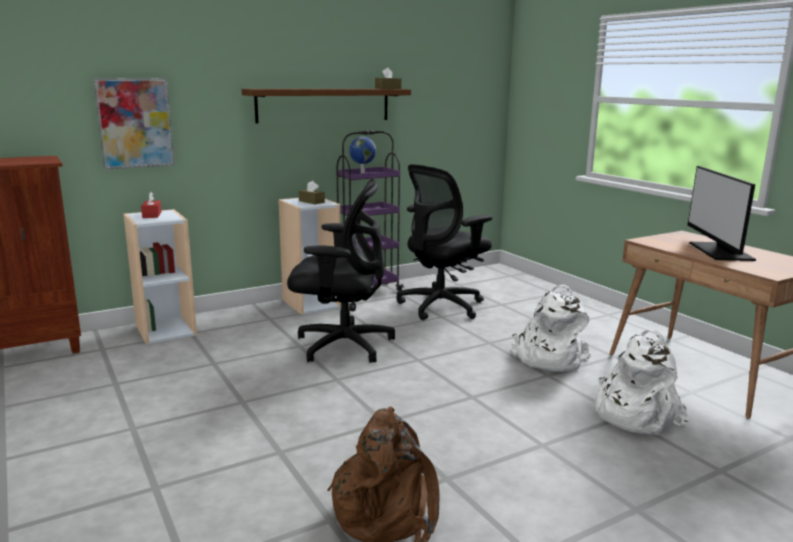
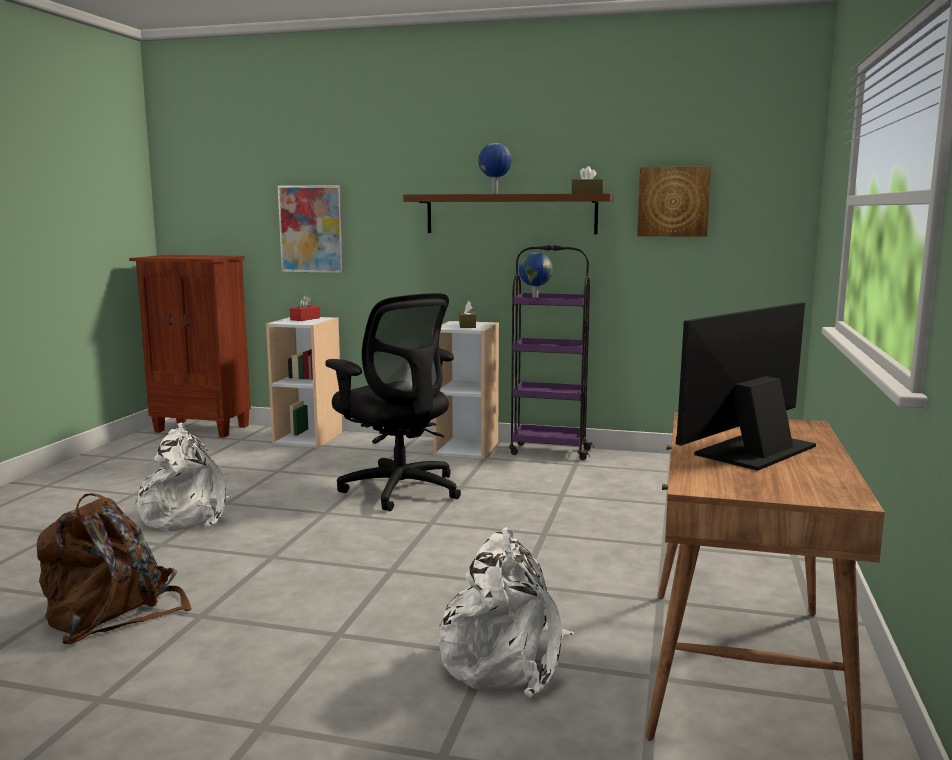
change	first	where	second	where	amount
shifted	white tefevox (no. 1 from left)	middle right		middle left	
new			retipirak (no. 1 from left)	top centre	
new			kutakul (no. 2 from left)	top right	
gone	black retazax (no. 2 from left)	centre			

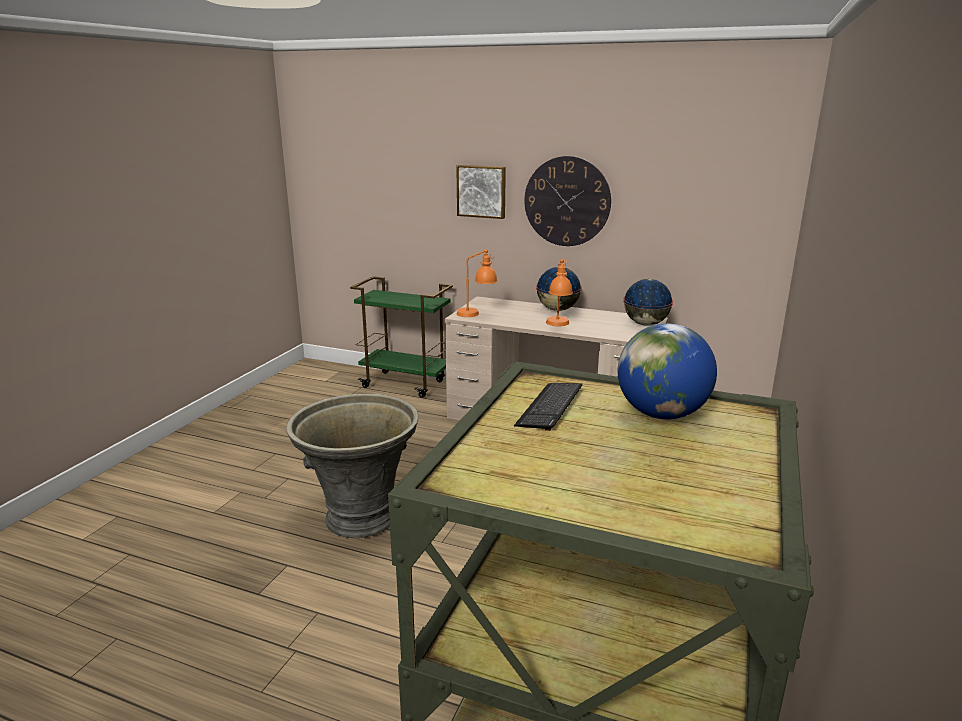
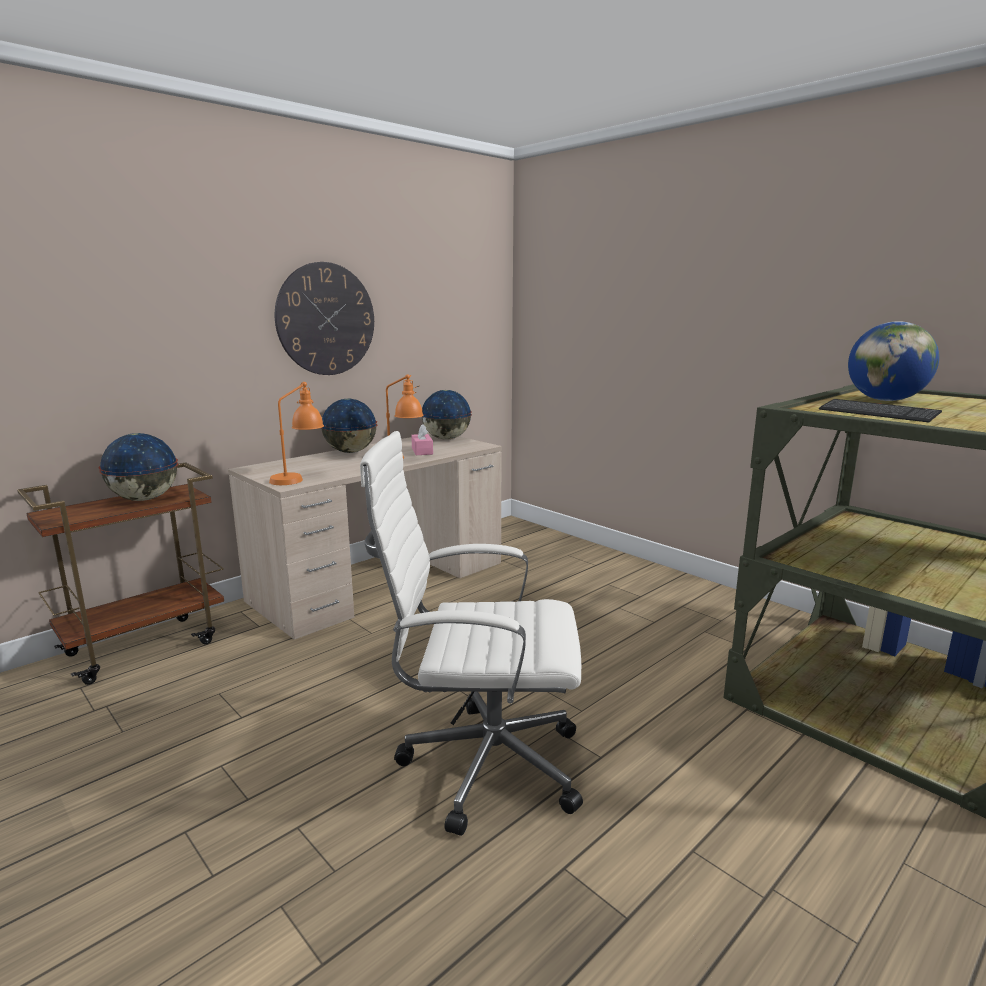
change	first	where	second	where	amount
repainted	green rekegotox	centre	brown rekegotox	middle left	
new			retipirak (no. 1 from left)	middle left	
swapped	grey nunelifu	centre	white retazax	centre	
new			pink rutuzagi	centre	
gone	kutakul	top centre			

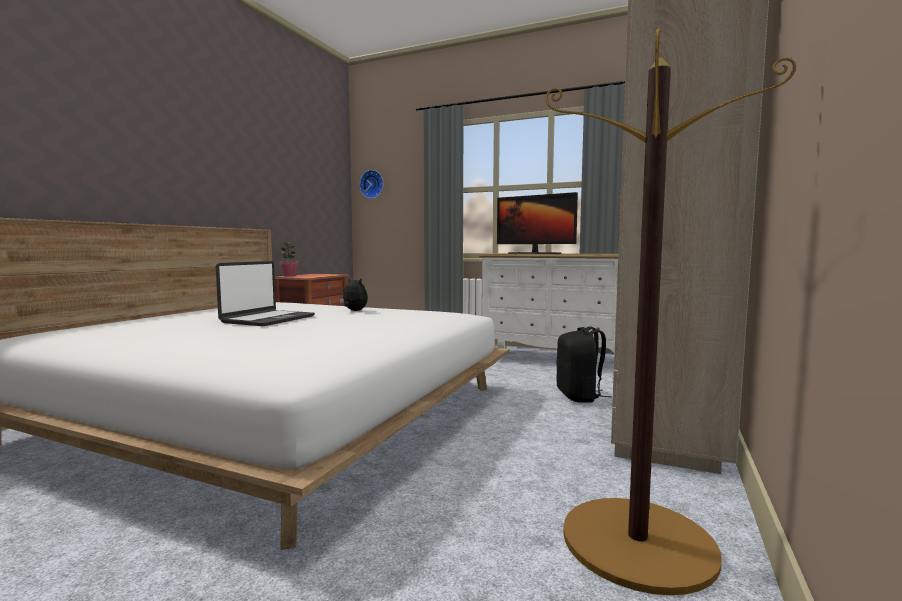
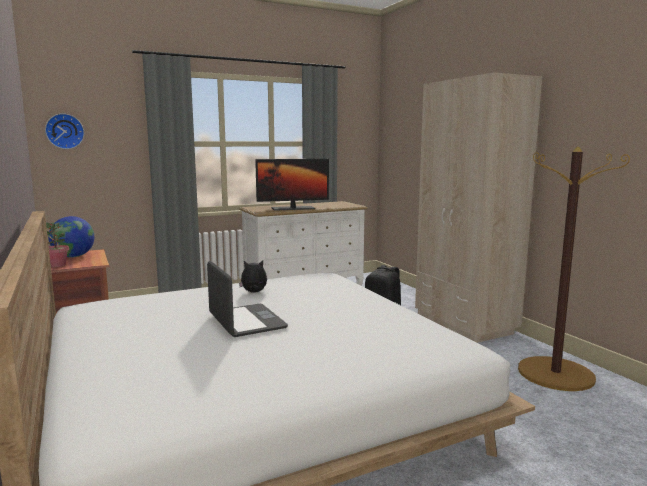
change	first	where	second	where	amount
new			retipirak	middle left	

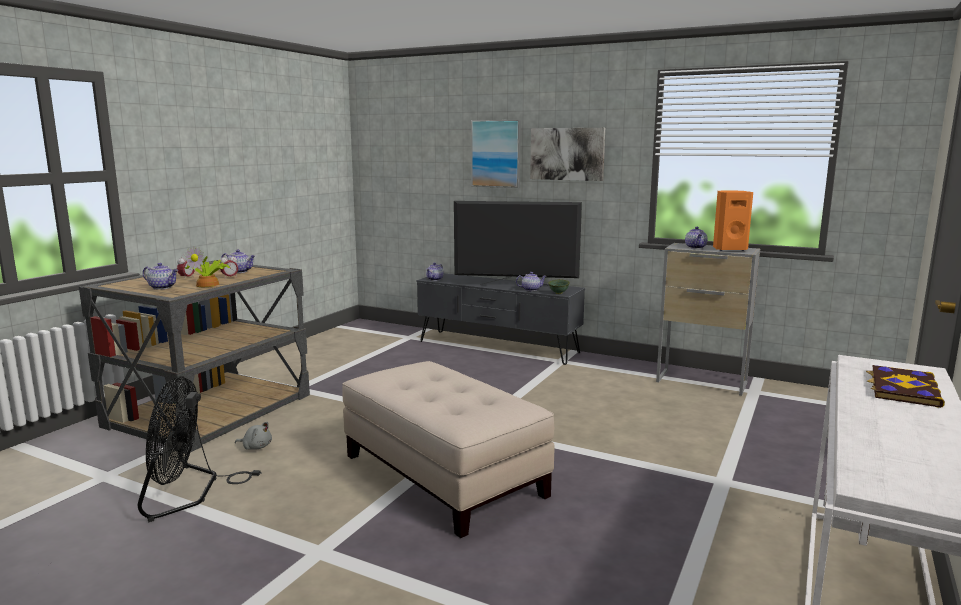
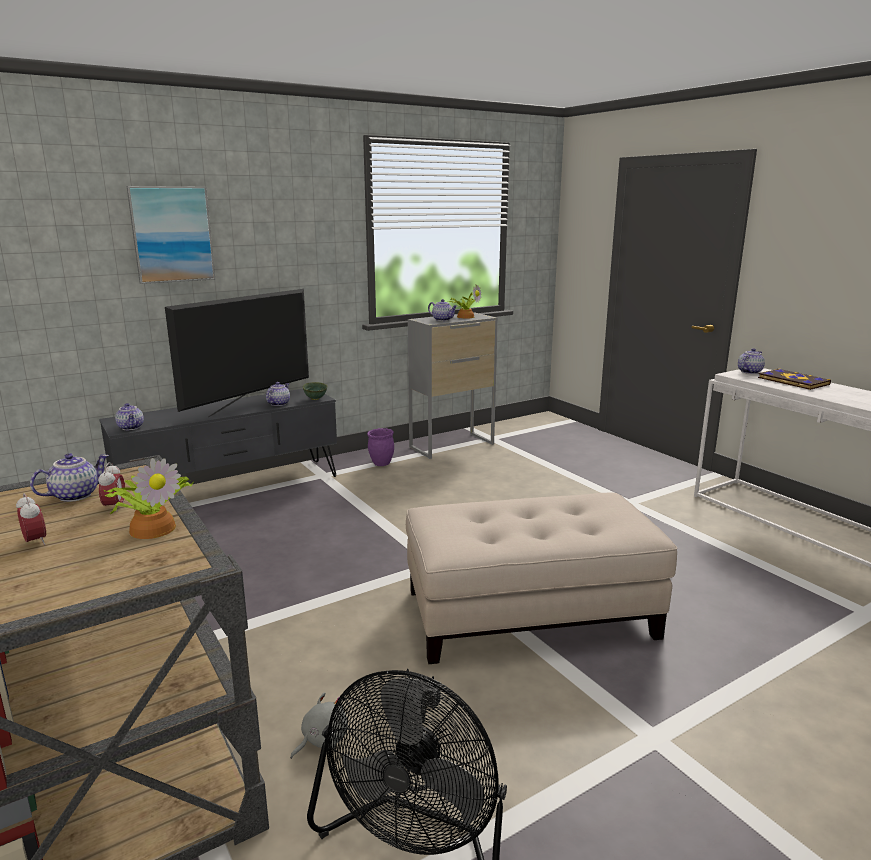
change	first	where	second	where	amount
new			purple nunelifu	centre	
swapped	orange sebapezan	middle right	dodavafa (no. 2 from left)	centre	
shifted	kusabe (no. 1 from left in the first image)	middle left	kusabe (no. 5 from left)	middle right	
gone	kutakul (no. 2 from left)	top centre			

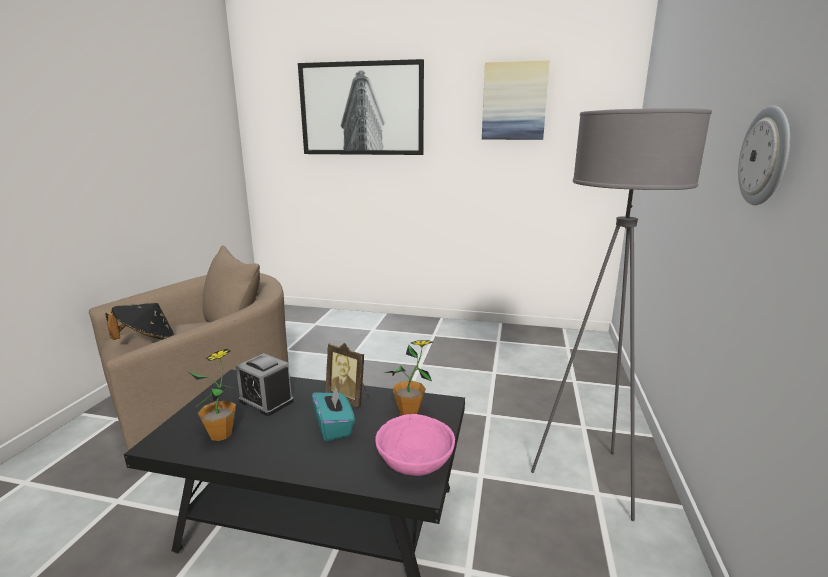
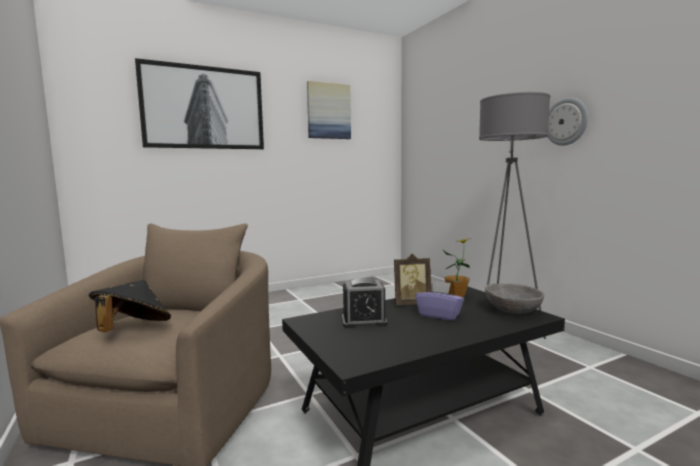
change	first	where	second	where	amount
repainted	turquoise rutuzagi	bottom centre	purple rutuzagi	centre	
repainted	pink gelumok	bottom centre	grey gelumok	middle right	
gone	dodavafa (no. 1 from left)	bottom left			

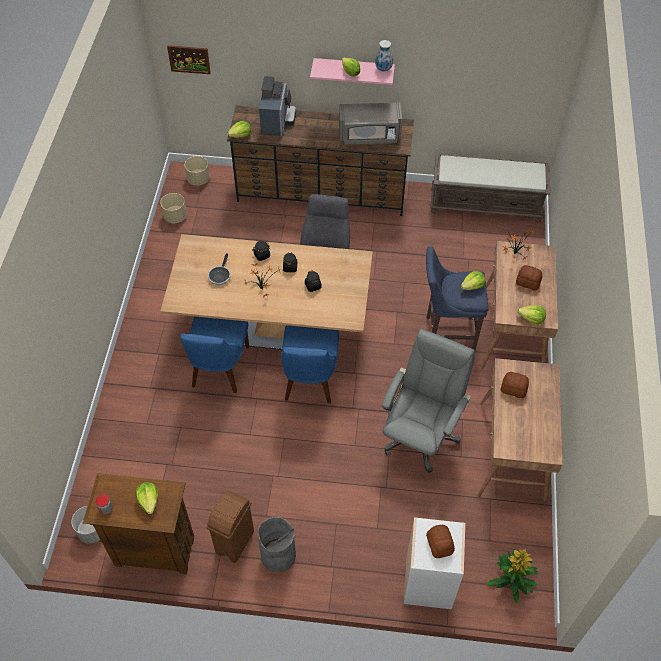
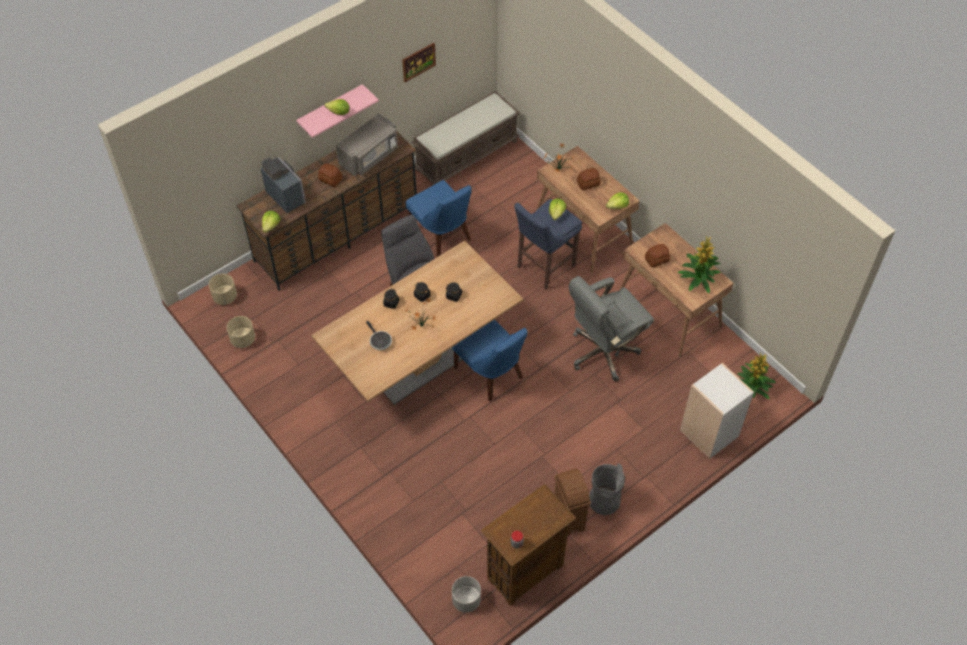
change	first	where	second	where	amount
shifted	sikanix (no. 1 from left)	bottom centre		top centre	
shifted	kutakul	top left		top centre	
shifted	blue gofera (no. 1 from left)	middle left		centre	
rotated	grey retazax	centre		centre	105 degrees counterclockwise
new			dodavafa (no. 3 from left)	middle right	
gone	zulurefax (no. 1 from left)	bottom left			
gone	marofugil	top centre			

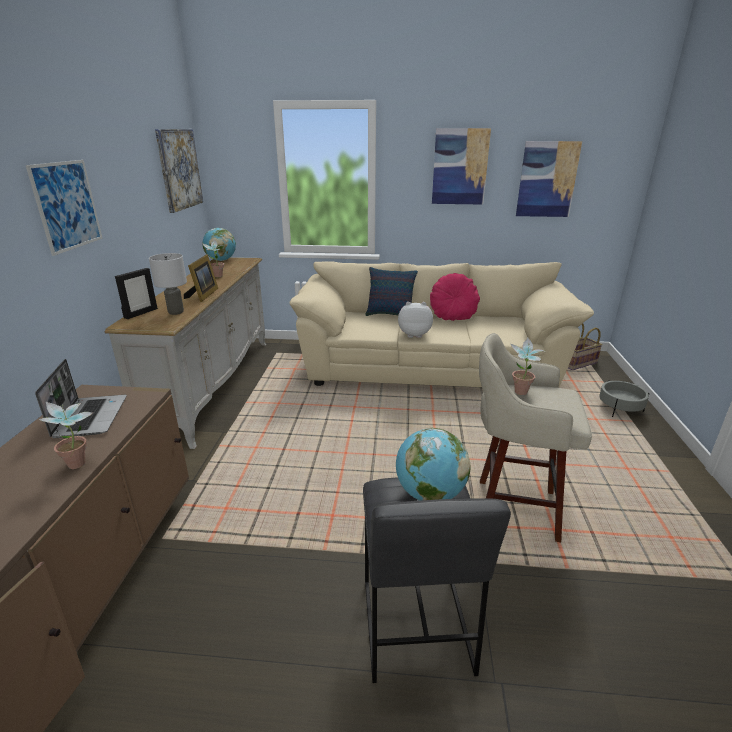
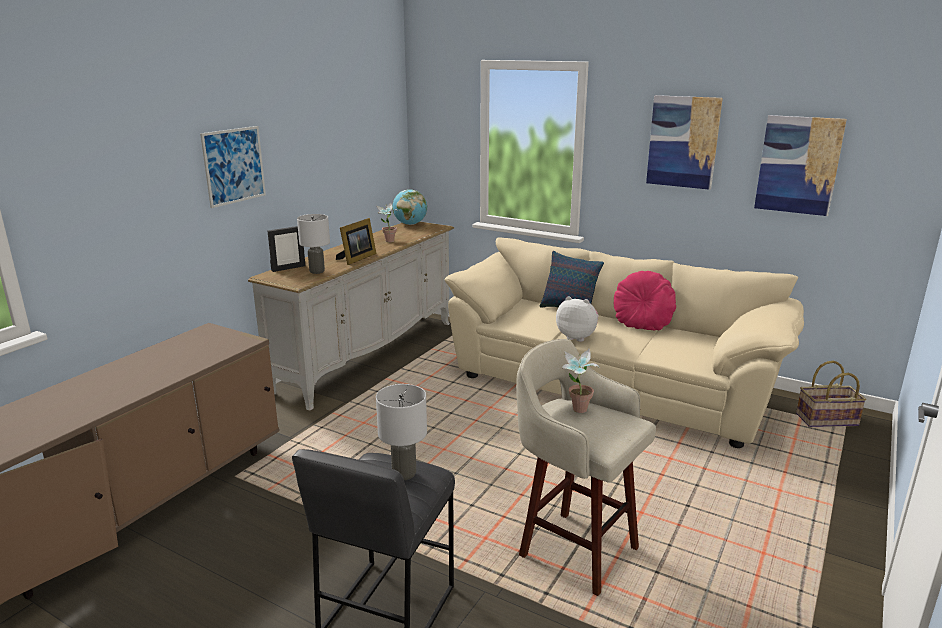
change	first	where	second	where	amount
swapped	retipirak (no. 2 from left)	centre	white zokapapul (no. 2 from left)	bottom centre	
gone	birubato	middle left			
gone	dodavafa (no. 1 from left)	middle left			
gone	kutakul (no. 2 from left)	top left			
gone	grey nunelifu	middle right			

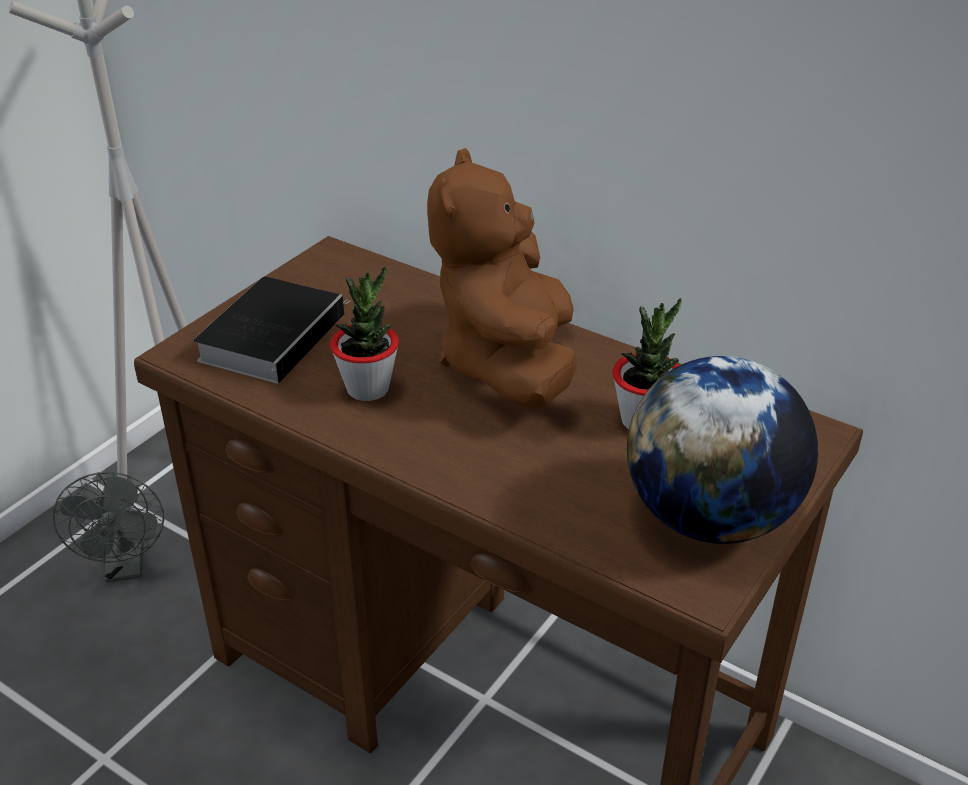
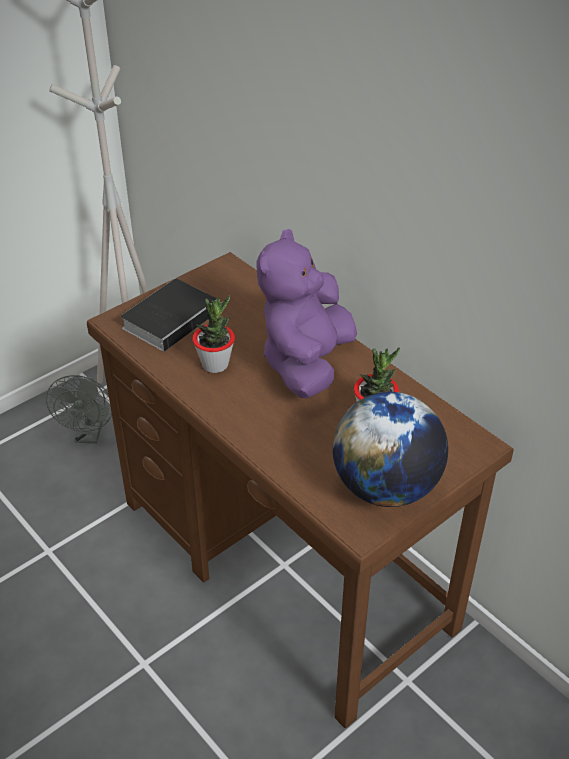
change	first	where	second	where	amount
repainted	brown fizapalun	centre	purple fizapalun	centre	

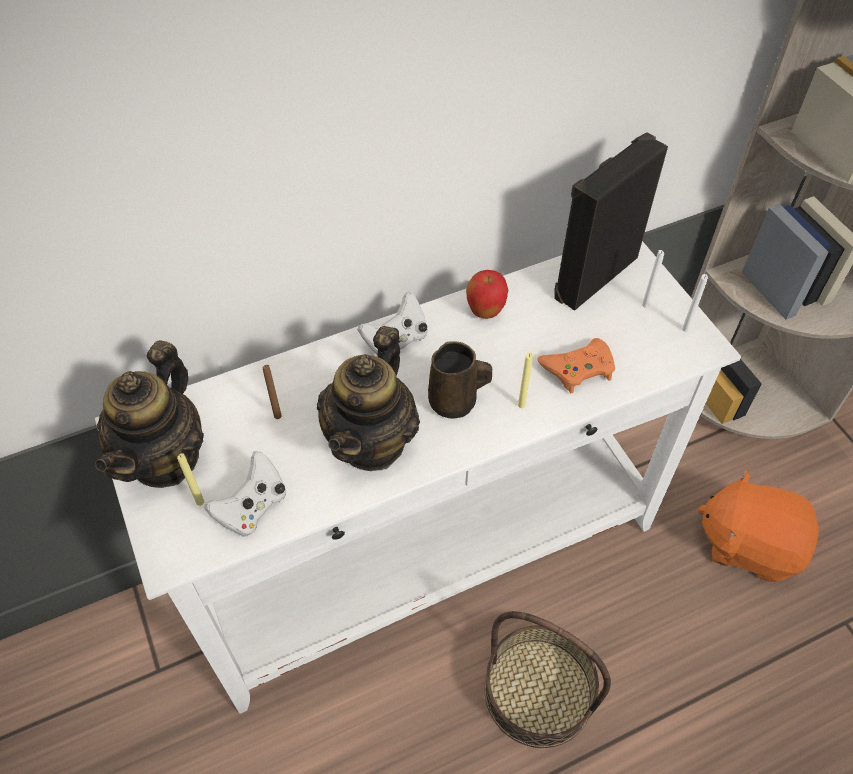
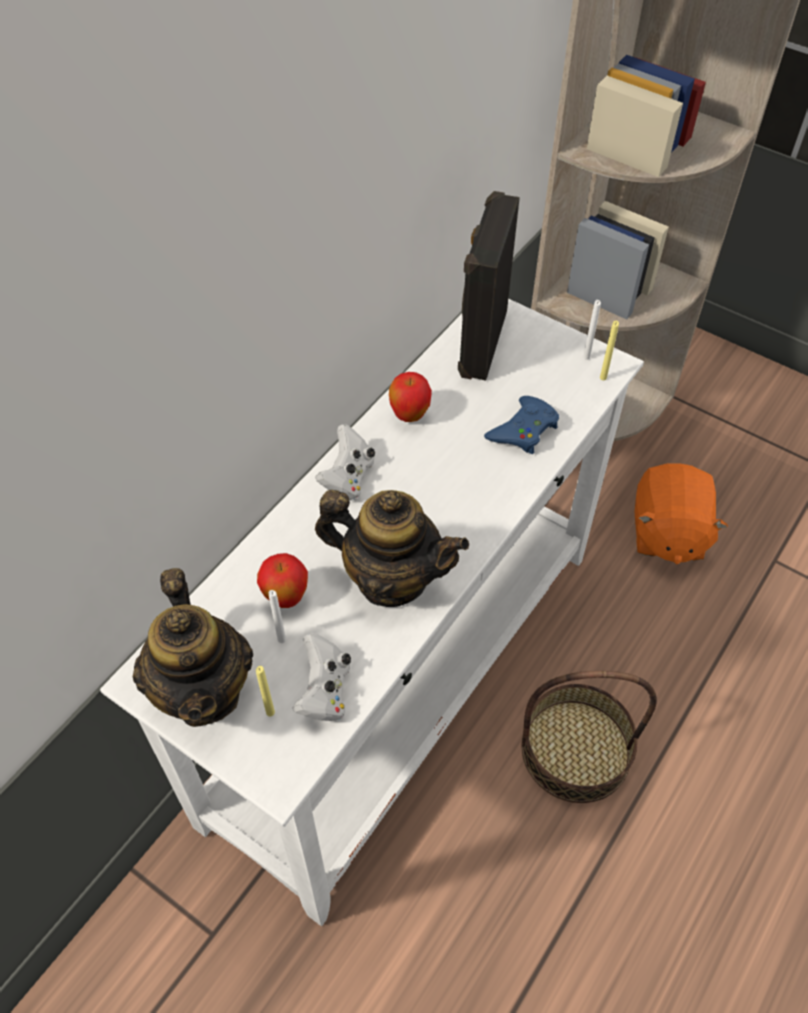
change	first	where	second	where	amount
swapped	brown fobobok	middle left	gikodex (no. 1 from left)	centre	
shifted	white fobobok (no. 1 from left)	middle right		centre	
rotated	kusabe (no. 2 from left)	centre		centre	60 degrees counterclockwise
repainted	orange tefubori	middle right	blue tefubori	centre	
shifted	yellow fobobok (no. 2 from left)	centre		middle right	
rotated	orange fizapalun	bottom right		middle right	75 degrees counterclockwise
gone	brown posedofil	centre			

